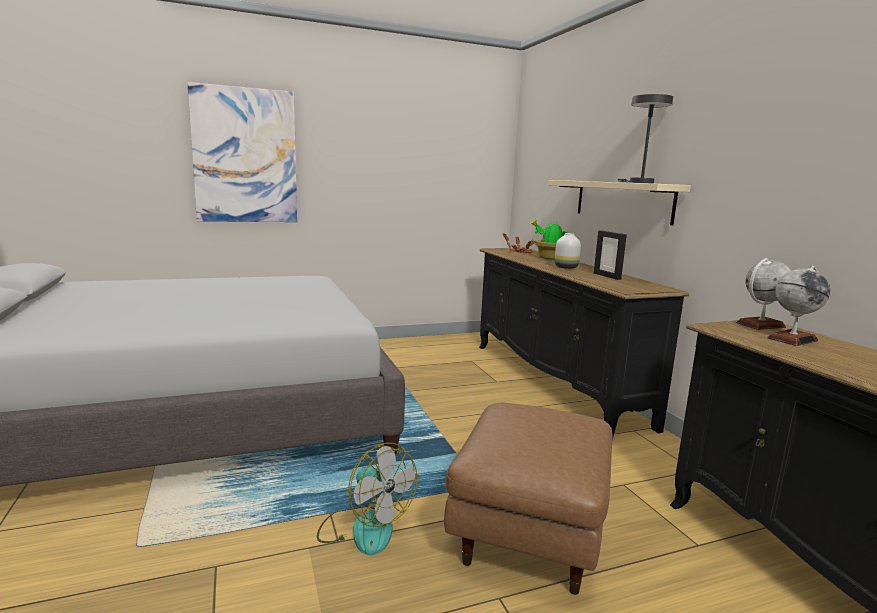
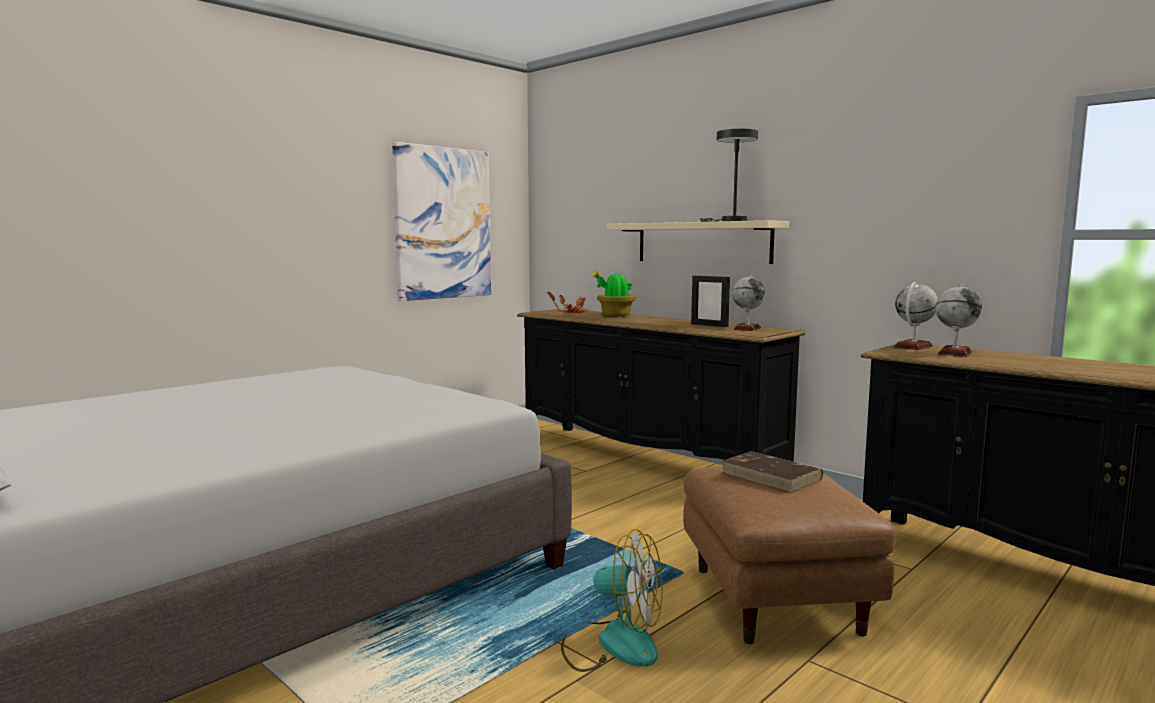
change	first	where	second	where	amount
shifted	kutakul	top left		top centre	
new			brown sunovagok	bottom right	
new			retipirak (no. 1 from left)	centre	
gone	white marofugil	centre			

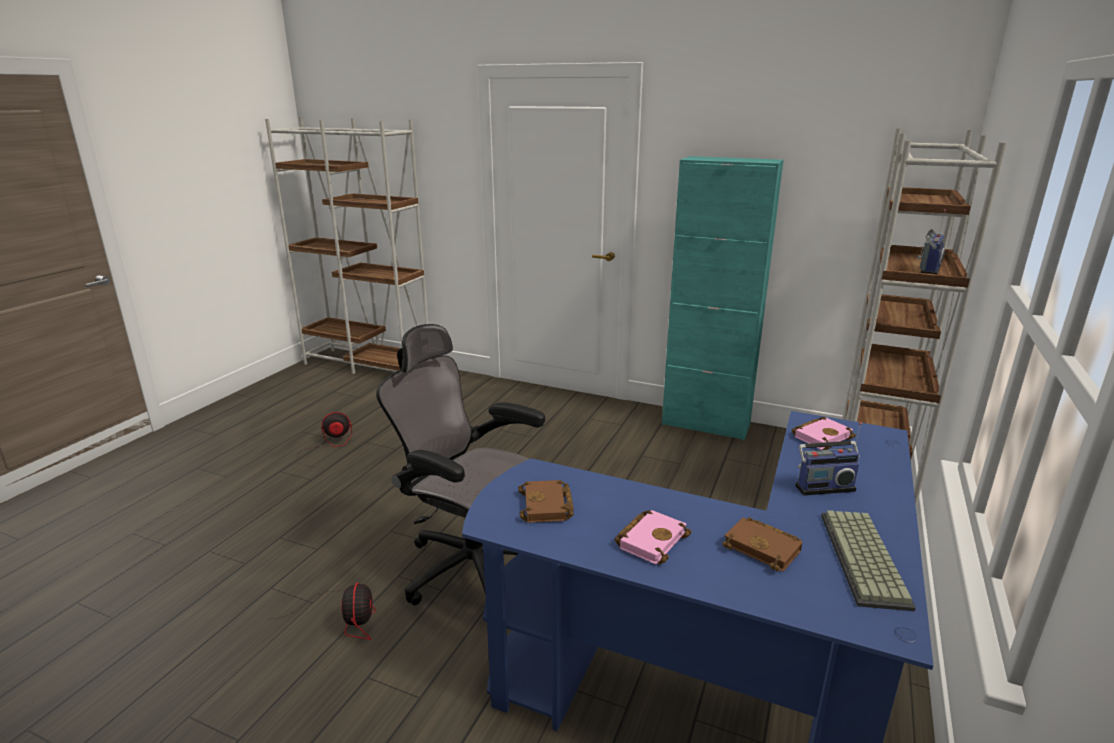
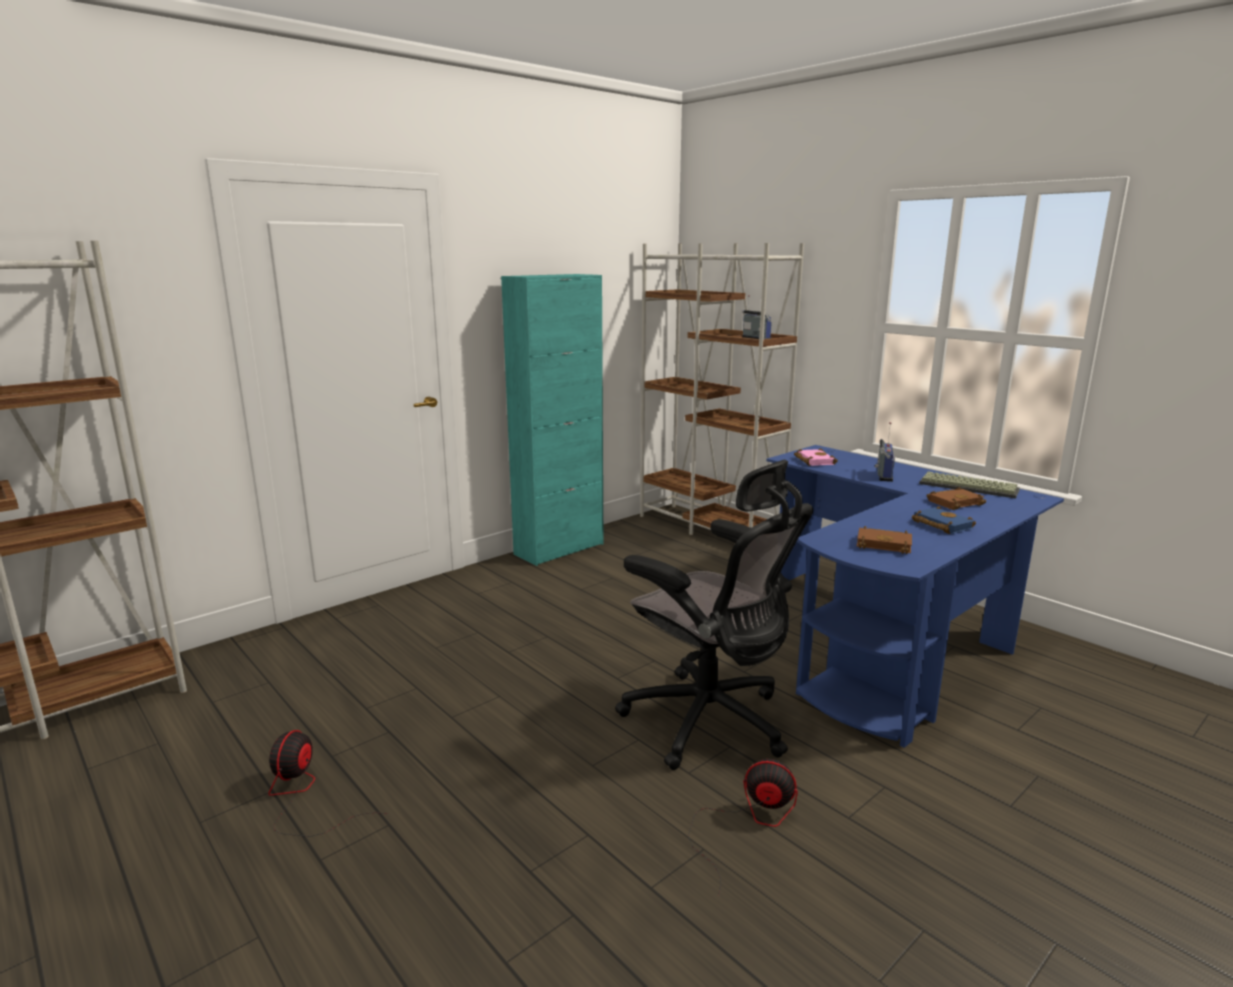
change	first	where	second	where	amount
rotated	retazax	centre		centre	105 degrees counterclockwise
repainted	pink sunovagok (no. 1 from left)	bottom centre	blue sunovagok	middle right	

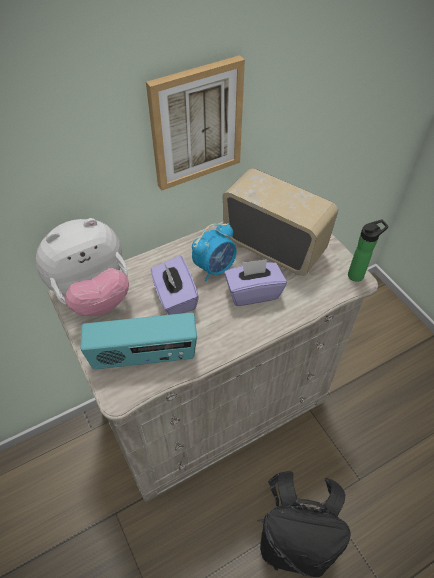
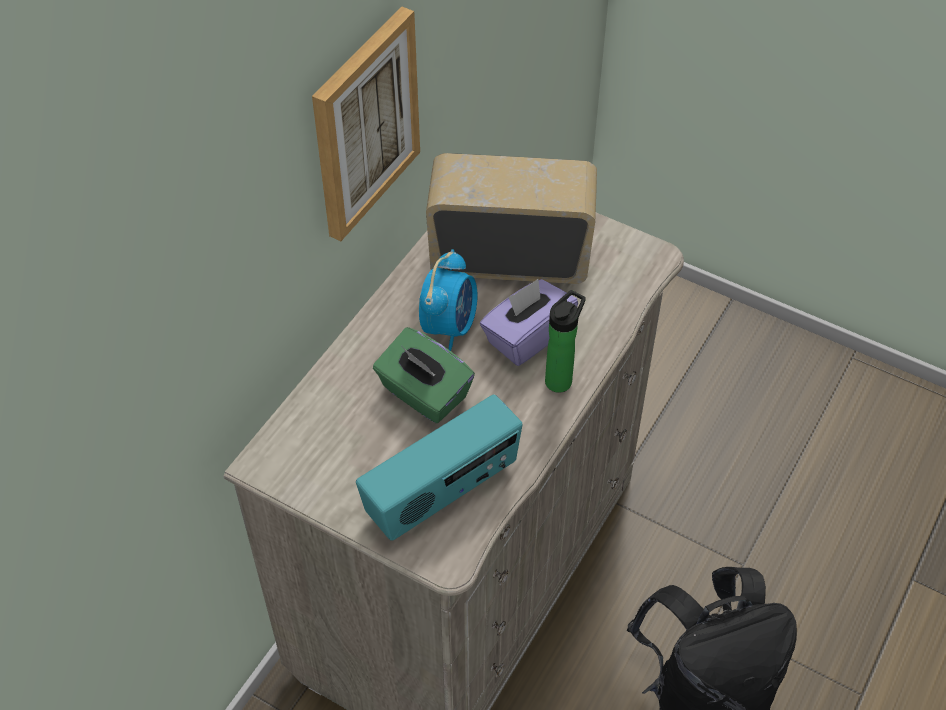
change	first	where	second	where	amount
repainted	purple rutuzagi (no. 1 from left)	centre	green rutuzagi	centre	
shifted	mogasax	middle right		centre	
gone	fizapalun	middle left			

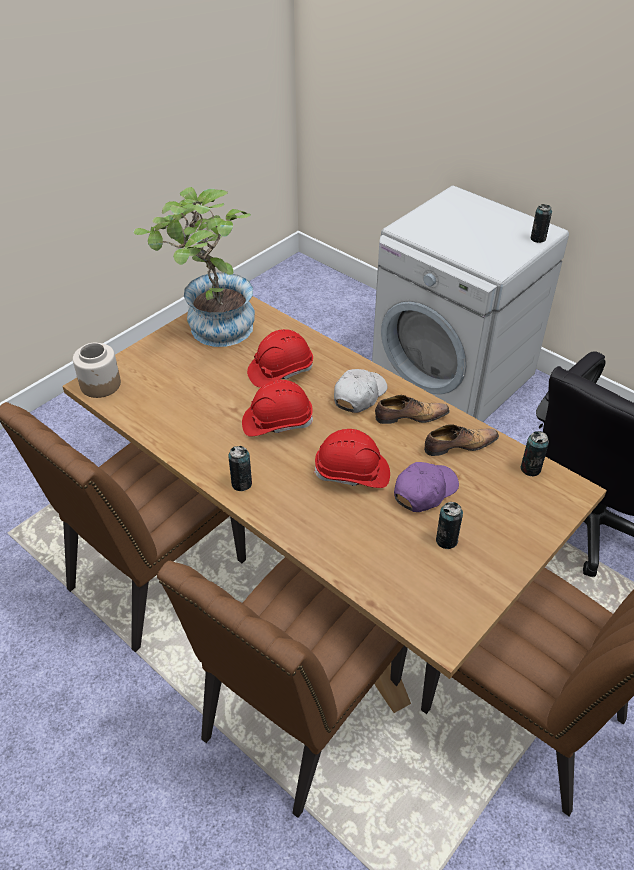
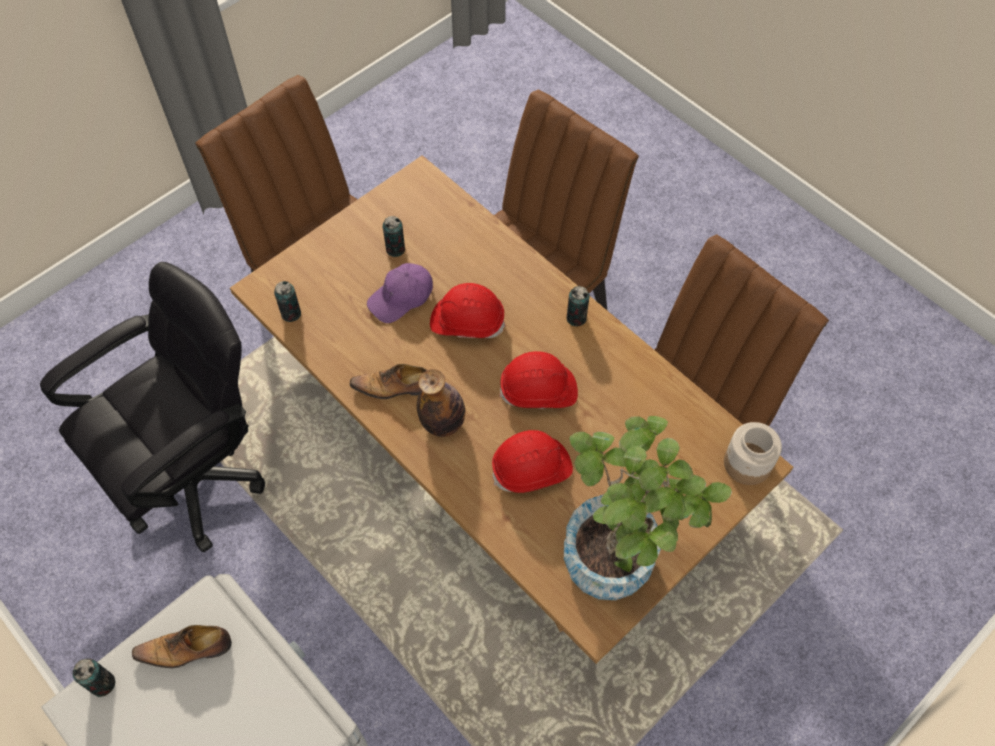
change	first	where	second	where	amount
shifted	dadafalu (no. 2 from left in the first image)	middle right	dadafalu (no. 1 from left)	bottom left	
swapped	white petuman	centre	mogasax	centre	

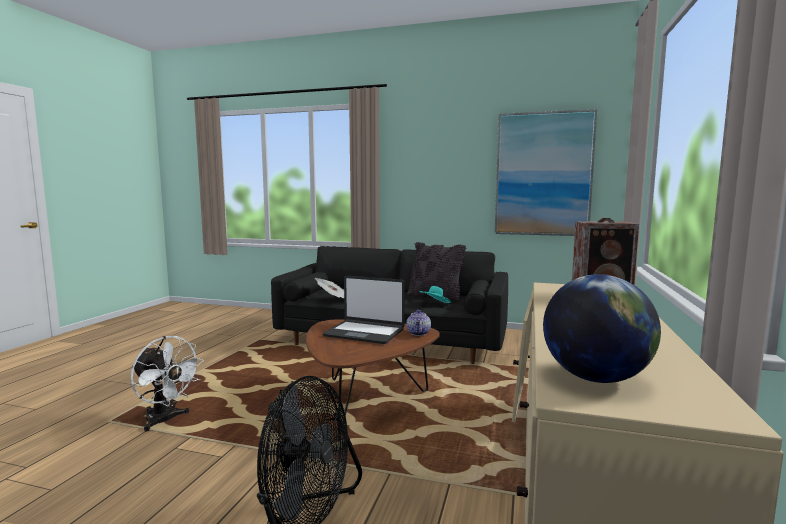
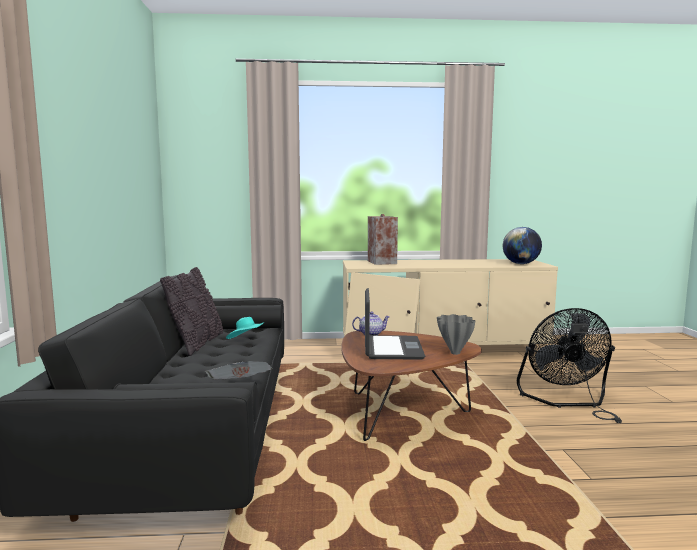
change	first	where	second	where	amount
new			grey marofugil	centre	
gone	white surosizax	bottom left			
gone	kutakul	top right			

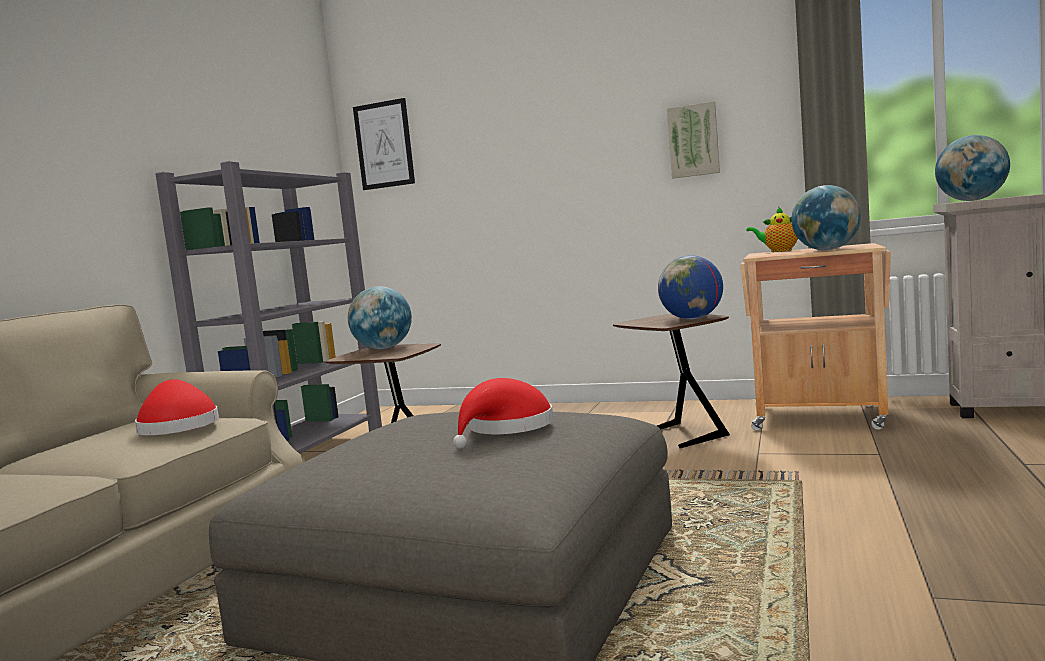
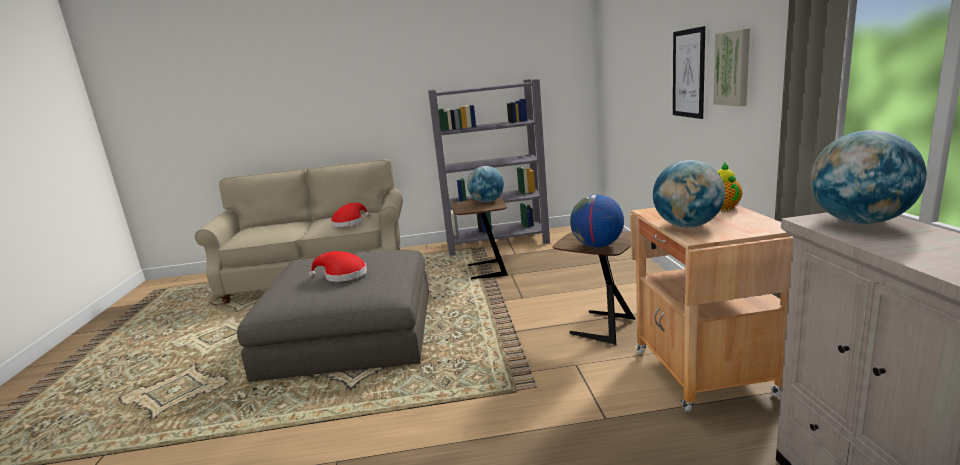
change	first	where	second	where	amount
shifted	kutakul (no. 1 from left)	top centre		top right	

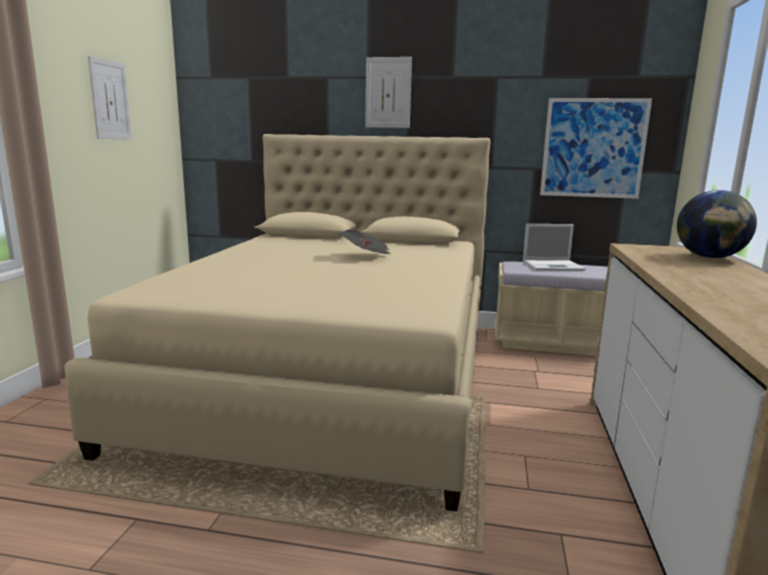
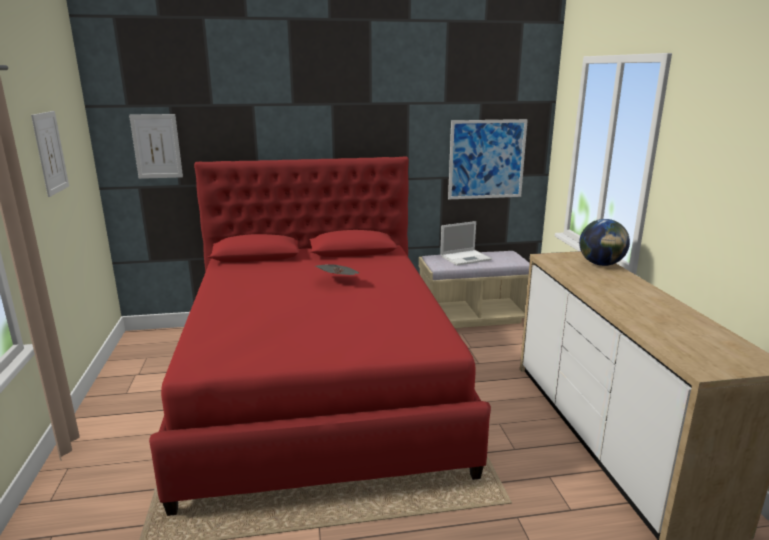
change	first	where	second	where	amount
shifted	kutakul (no. 2 from left)	top centre		top left	
repainted	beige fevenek	centre	red fevenek	centre	

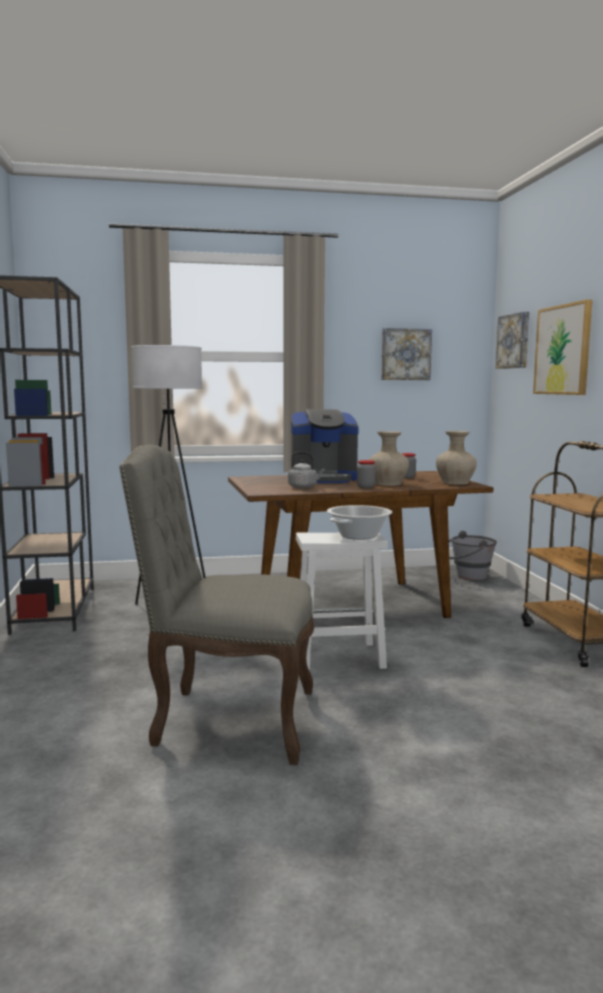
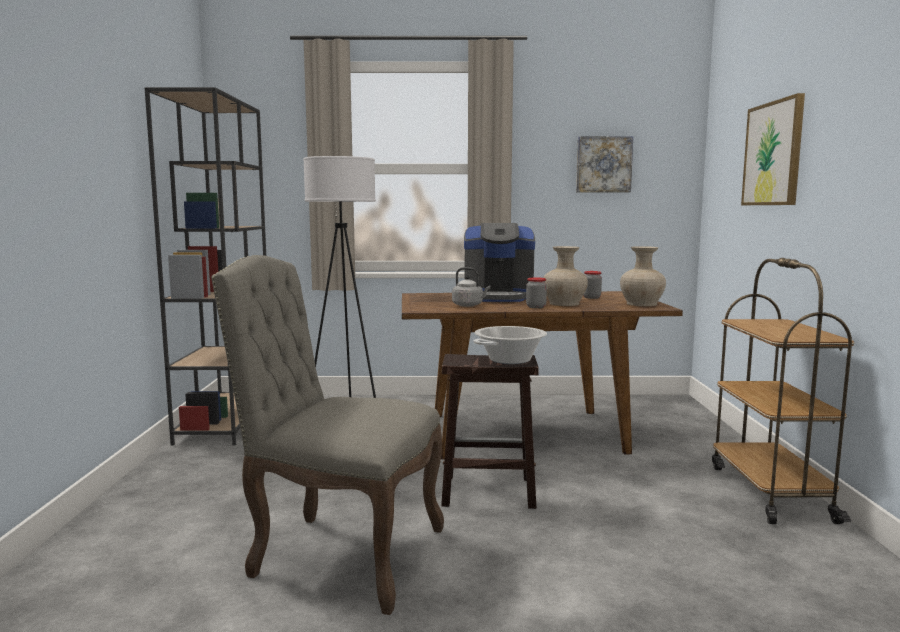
change	first	where	second	where	amount
repainted	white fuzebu	centre	brown fuzebu	bottom centre	
gone	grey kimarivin	middle right			
gone	kutakul (no. 2 from left)	middle right			

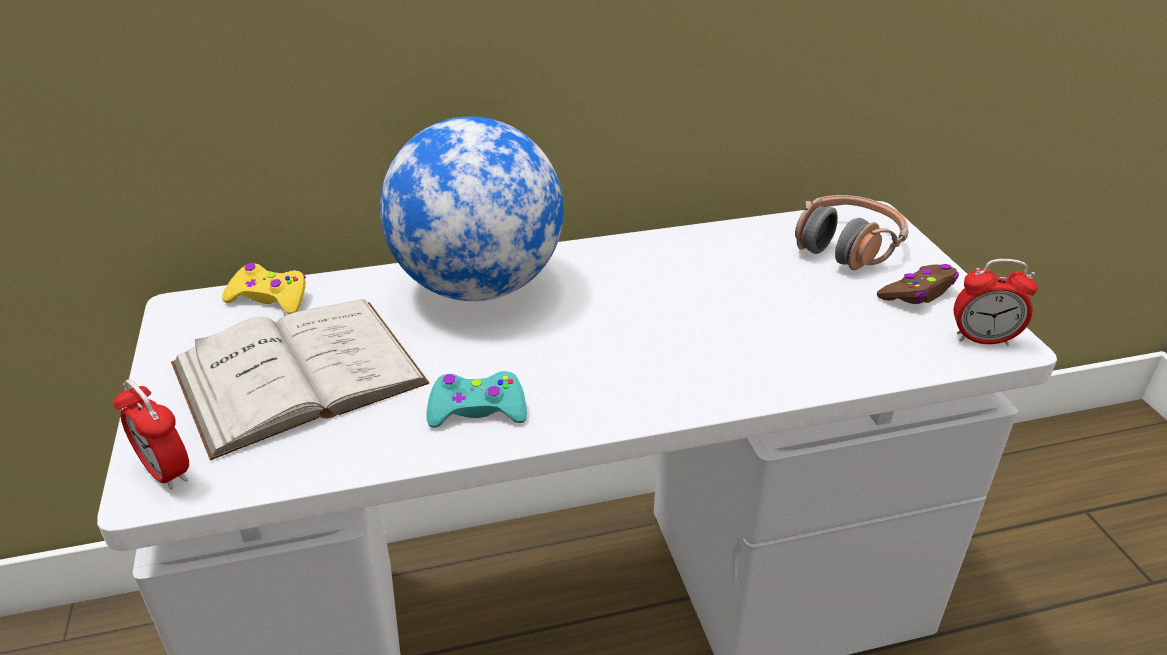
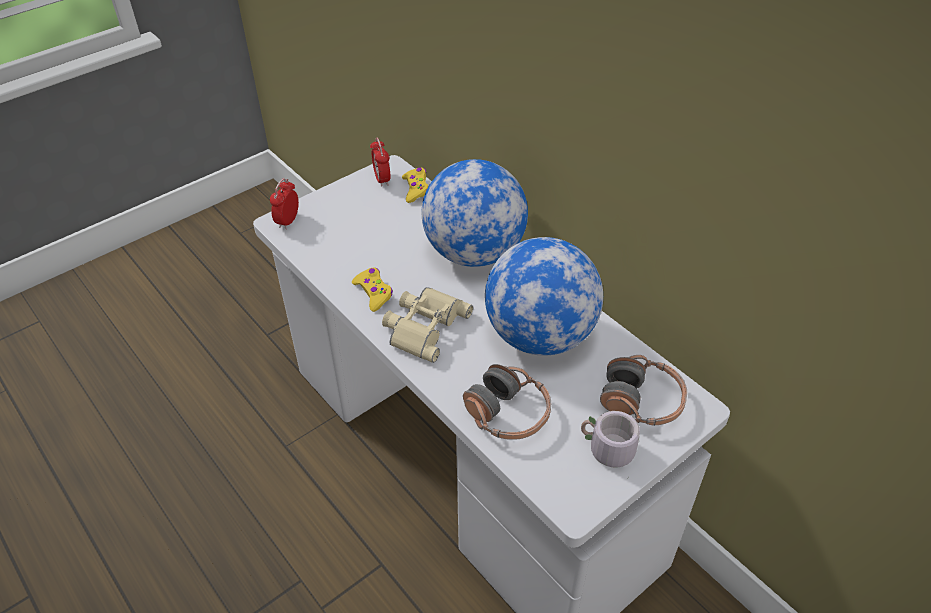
change	first	where	second	where	amount
repainted	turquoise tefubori	centre	yellow tefubori (no. 1 from left)	centre	
shifted	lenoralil (no. 2 from left)	middle right		top centre	
new			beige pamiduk	centre	
new			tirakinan (no. 1 from left)	centre	
new			retipirak (no. 2 from left)	centre	
swapped	brown tefubori	middle right	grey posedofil	bottom centre	
gone	white sunovagok	middle left			

